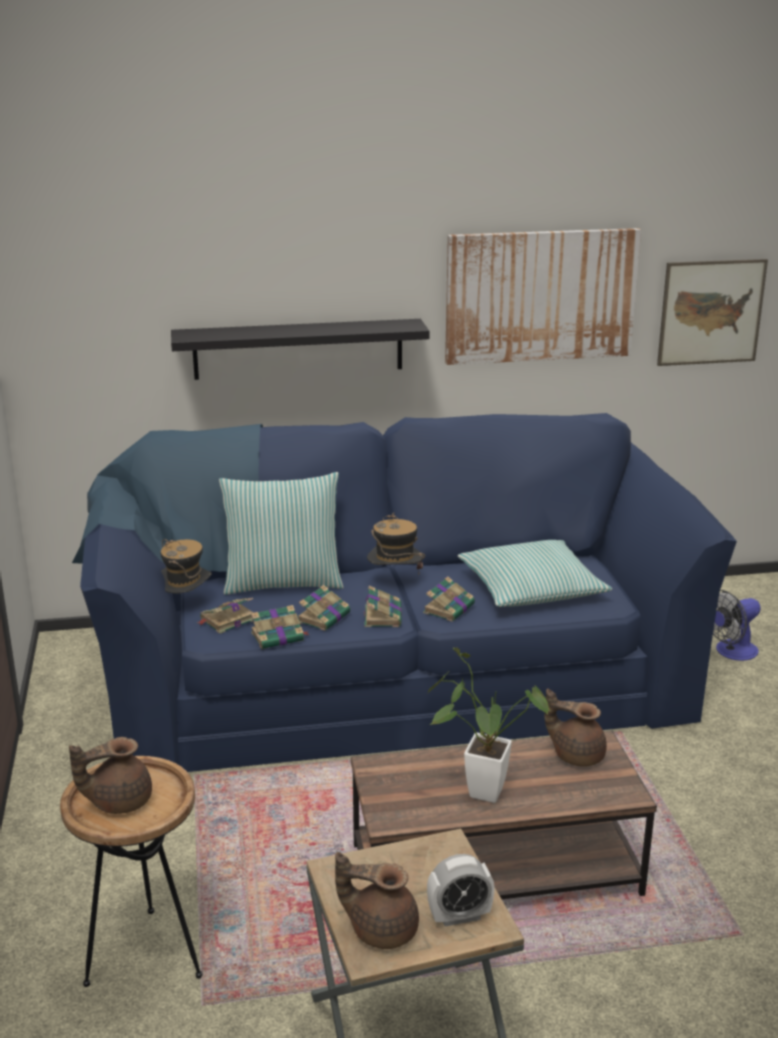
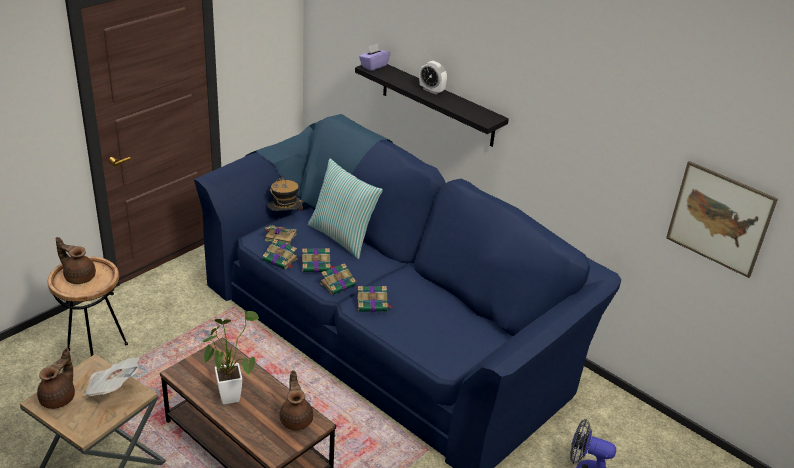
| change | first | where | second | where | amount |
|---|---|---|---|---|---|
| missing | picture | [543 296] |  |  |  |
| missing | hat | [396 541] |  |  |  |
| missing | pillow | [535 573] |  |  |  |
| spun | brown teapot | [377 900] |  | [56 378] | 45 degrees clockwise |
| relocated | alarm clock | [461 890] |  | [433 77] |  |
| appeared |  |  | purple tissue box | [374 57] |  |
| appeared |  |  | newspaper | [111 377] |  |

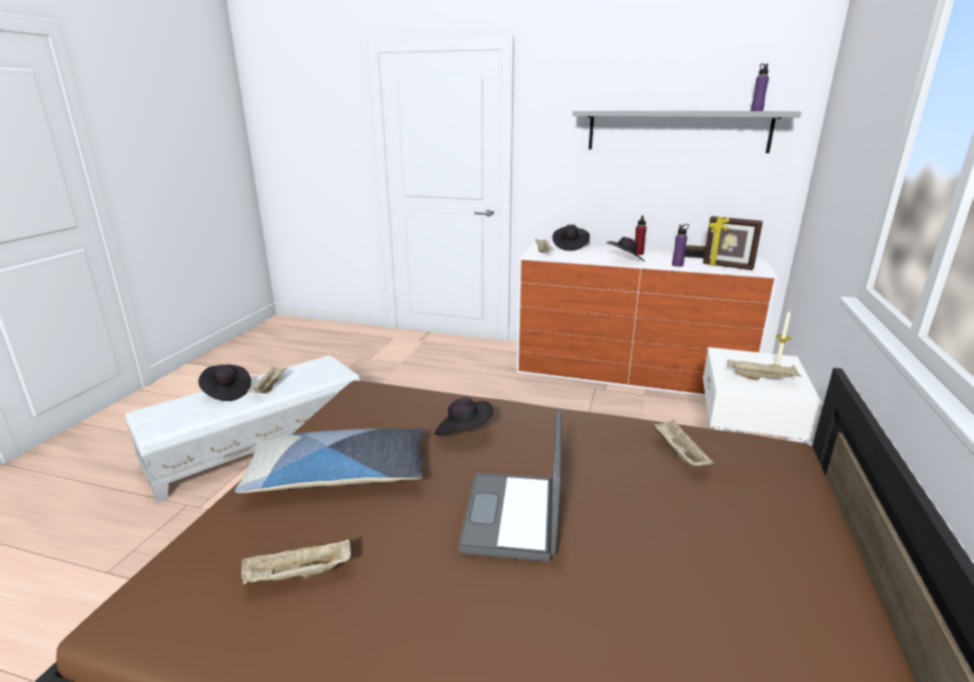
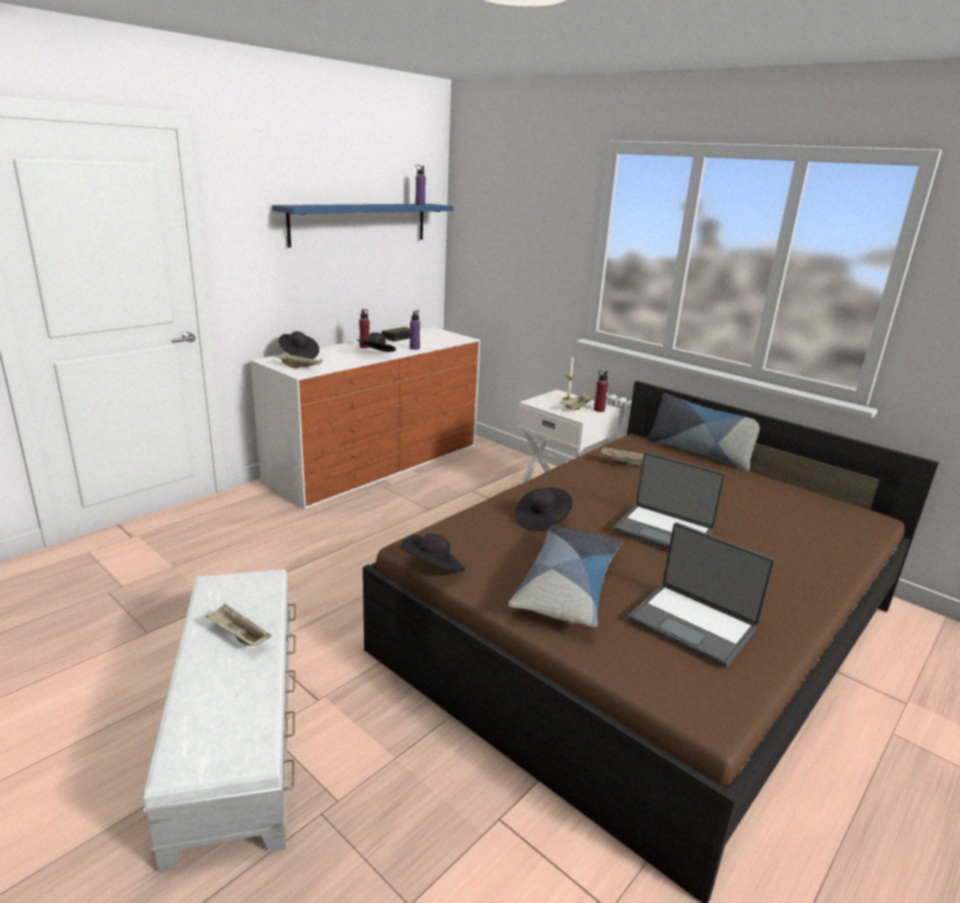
| change | first | where | second | where | amount |
|---|---|---|---|---|---|
| colour | grey shelf | [687 131] | blue shelf | [363 225] |  |
| missing | picture frame | [733 243] |  |  |  |
| relocated | black hat | [224 383] |  | [433 553] |  |
| exchanged | beige tray | [296 561] | laptop | [701 595] |  |
| appeared |  |  | red bottle | [601 391] |  |
| appeared |  |  | pillow | [703 432] |  |

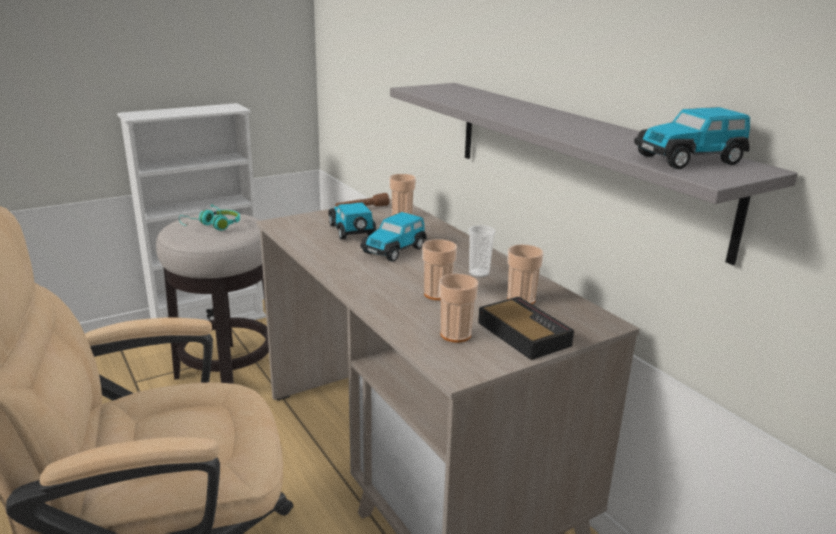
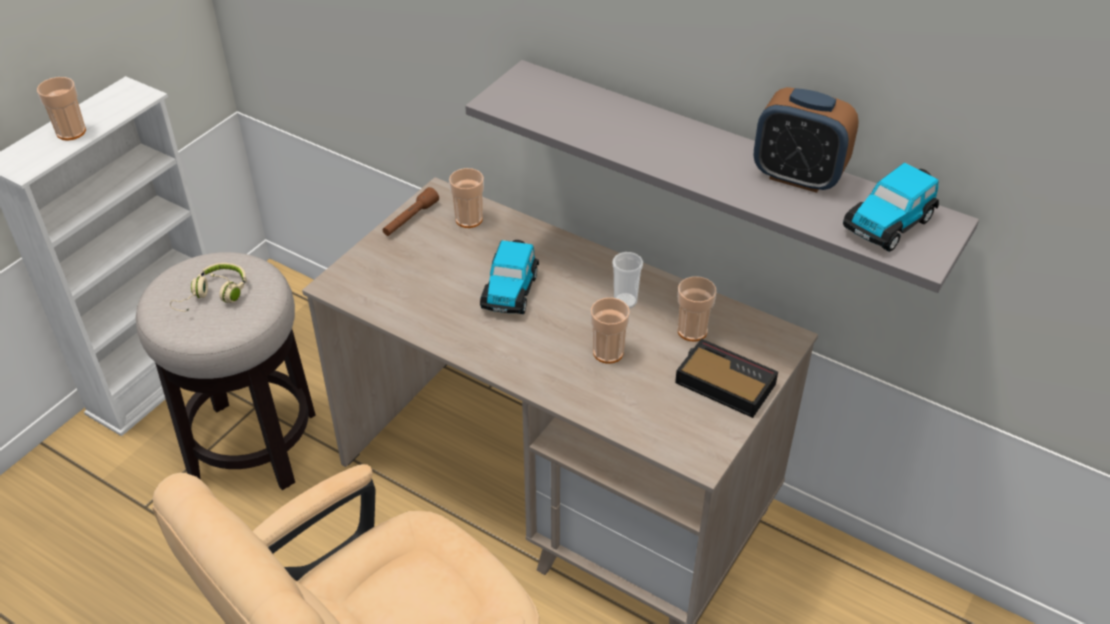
| change | first | where | second | where | amount |
|---|---|---|---|---|---|
| missing | toy car | [352 221] |  |  |  |
| colour | turquoise headphones | [209 218] | beige headphones | [208 287] |  |
| relocated | cup | [458 308] |  | [61 108] |  |
| appeared |  |  | alarm clock | [806 140] |  |

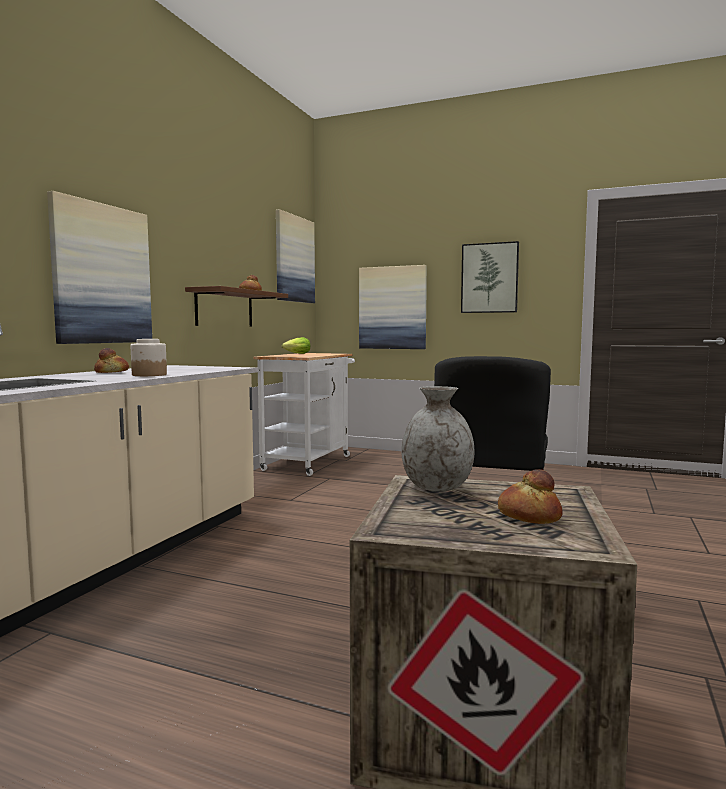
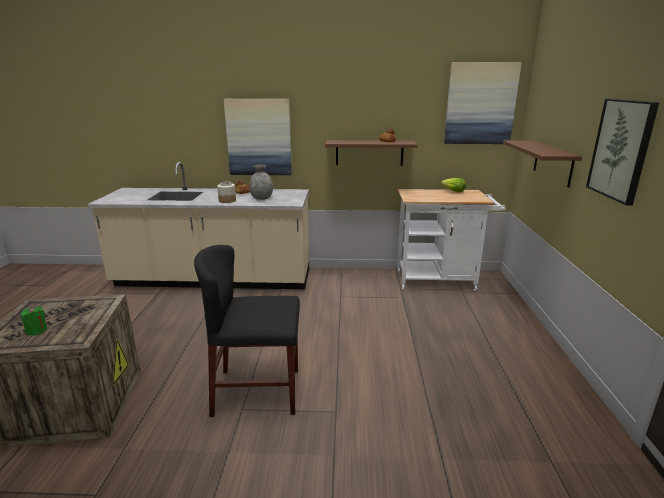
| change | first | where | second | where | amount |
|---|---|---|---|---|---|
| exchanged | picture | [393 307] | brown shelf | [542 164] |  |
| relocated | grey vase | [437 438] |  | [261 182] |  |
| exchanged | bread | [530 497] | green candle | [33 321] |  |

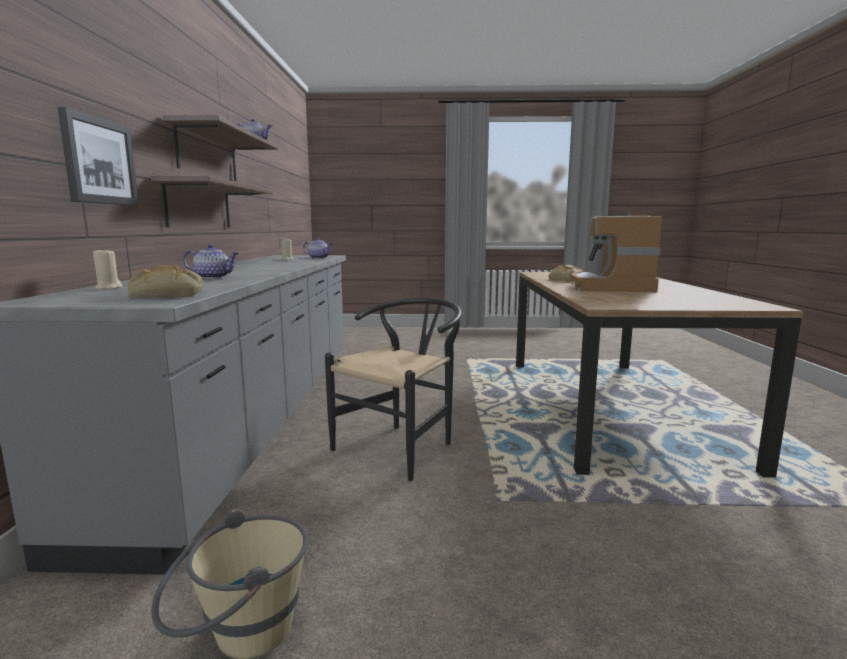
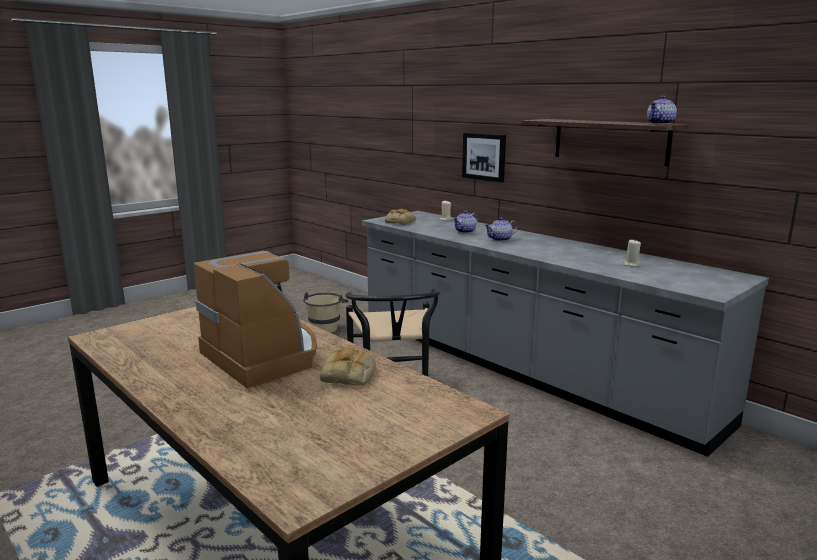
| change | first | where | second | where | amount |
|---|---|---|---|---|---|
| missing | shelf | [212 201] |  |  |  |
| relocated | teapot | [318 248] |  | [501 229] |  |

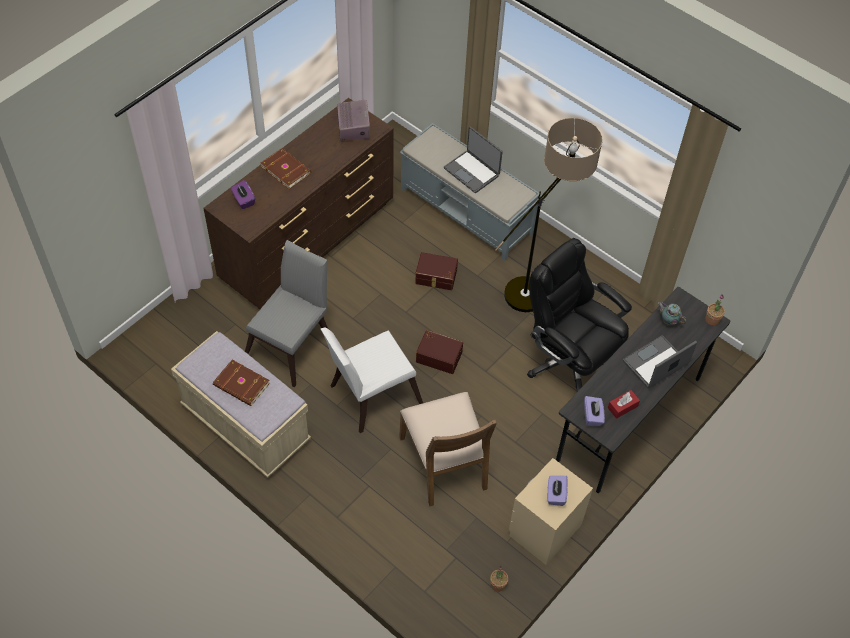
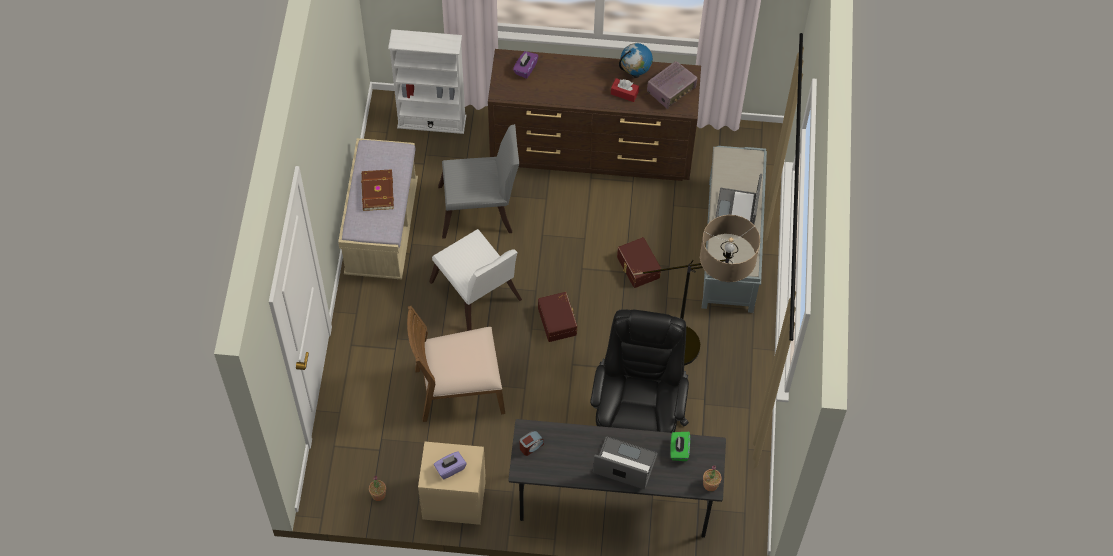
| change | first | where | second | where | amount |
|---|---|---|---|---|---|
| missing | brown book | [285 168] |  |  |  |
| exchanged | teapot | [672 314] | green tissue box | [680 446] |  |
| spun | white chair | [372 380] |  | [475 280] | 150 degrees counterclockwise |
| relocated | red tissue box | [624 404] |  | [625 90] |  |
| spun | brown chair | [448 449] |  | [456 364] | 45 degrees clockwise |
| exchanged | purple tissue box | [594 411] | alarm clock | [532 443] |  |
| appeared |  |  | white bookcase | [427 81] |  |
| appeared |  |  | globe | [636 60] |  |

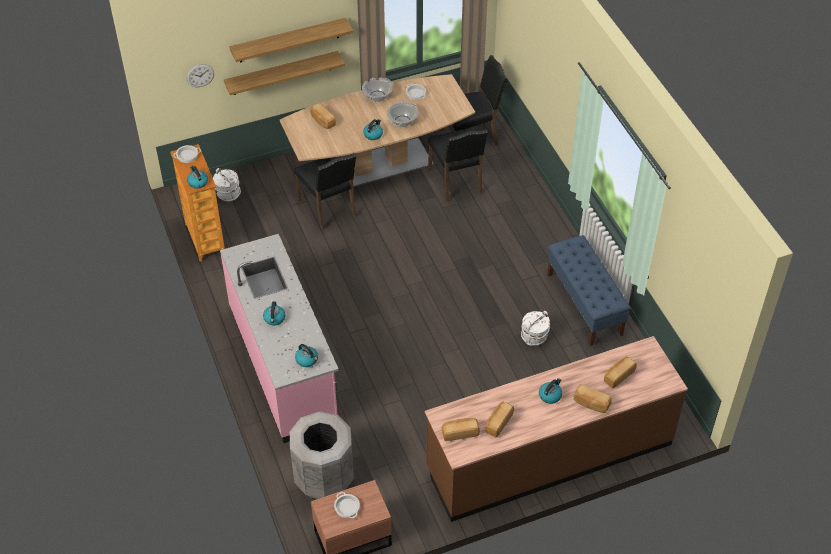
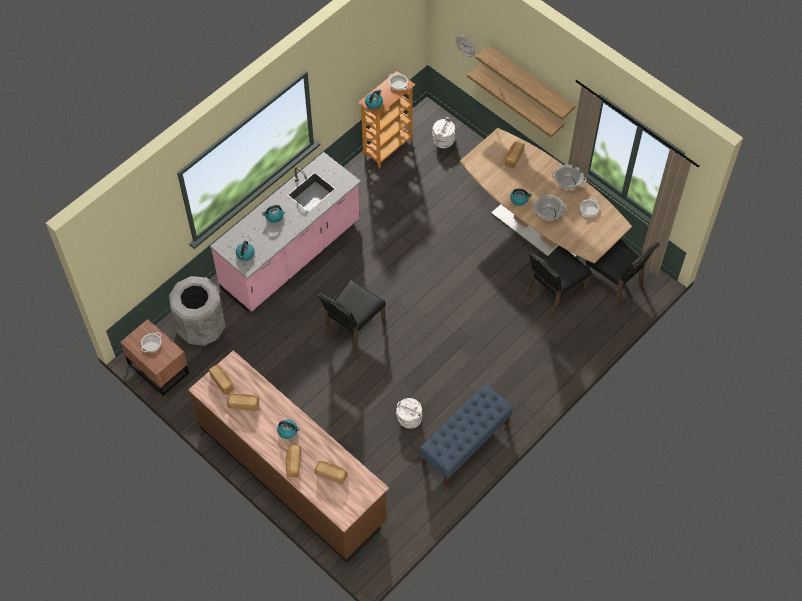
| change | first | where | second | where | amount |
|---|---|---|---|---|---|
| relocated | black chair | [326 192] |  | [351 317] |  |

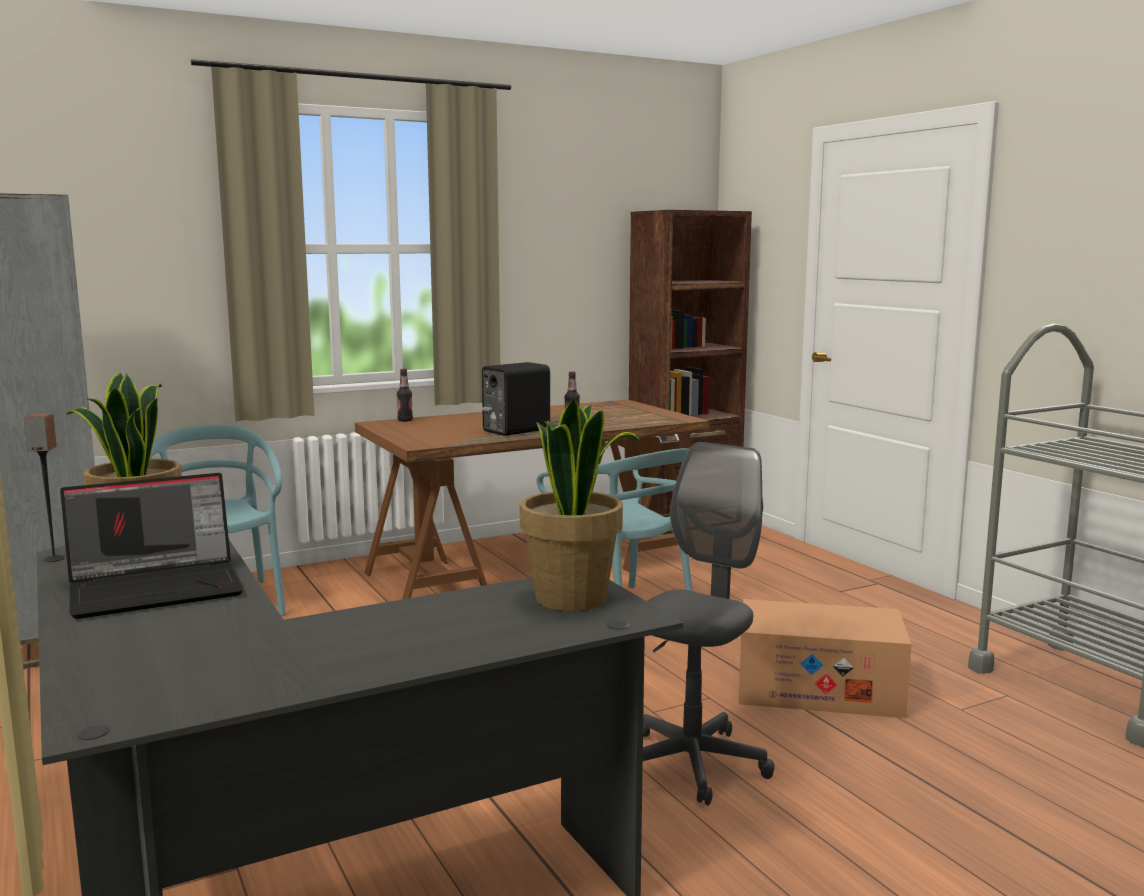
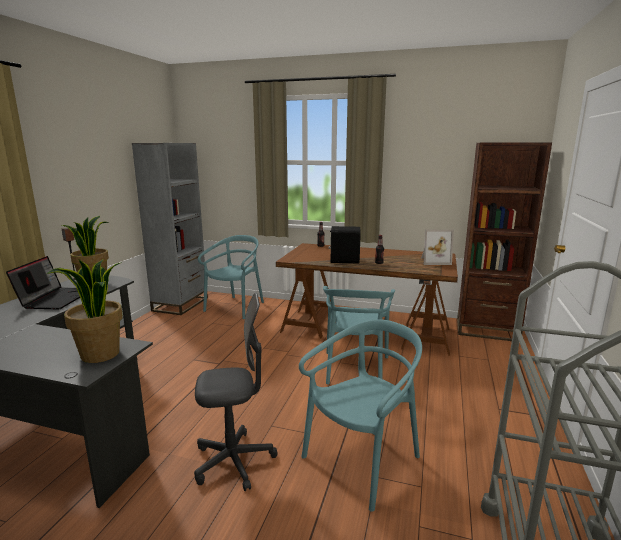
| change | first | where | second | where | amount |
|---|---|---|---|---|---|
| spun | laptop | [152 546] |  | [43 282] | 105 degrees counterclockwise |
| exchanged | cardboard box | [825 658] | turquoise chair | [360 416] |  |
| appeared |  |  | picture frame | [437 247] |  |

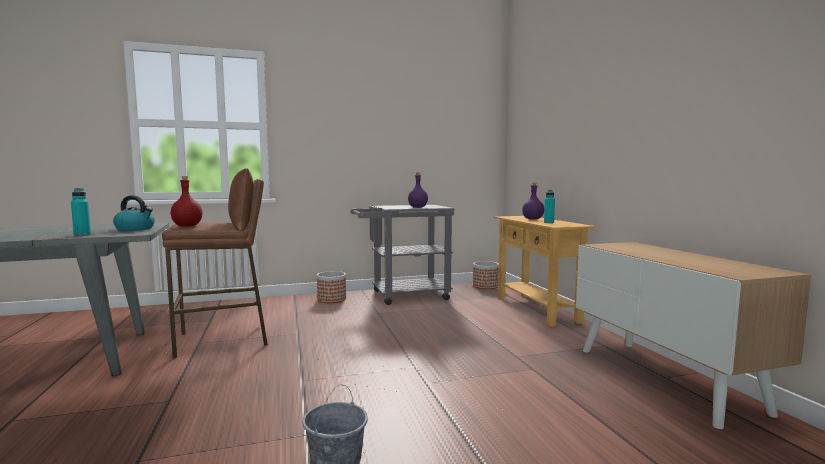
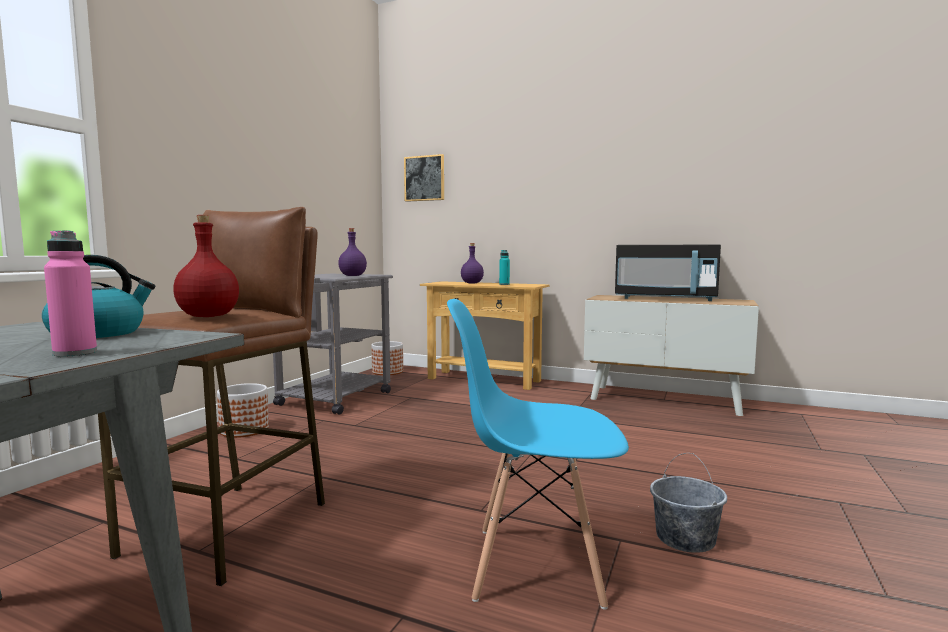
| change | first | where | second | where | amount |
|---|---|---|---|---|---|
| colour | turquoise bottle | [81 212] | pink bottle | [70 293] |  |
| appeared |  |  | picture | [424 178] |  |
| appeared |  |  | black microwave | [668 273] |  |
| appeared |  |  | blue chair | [538 454] |  |

